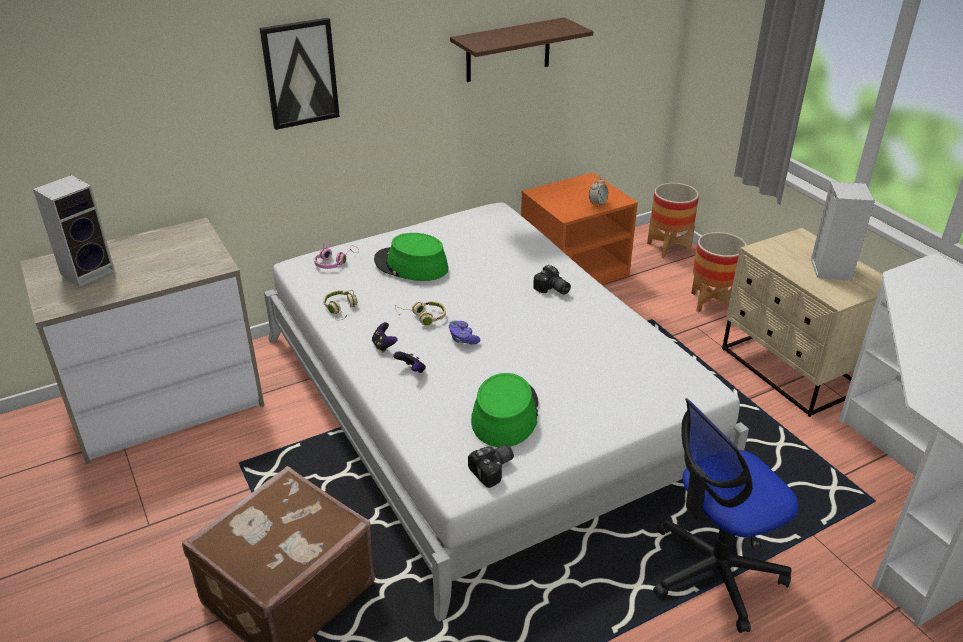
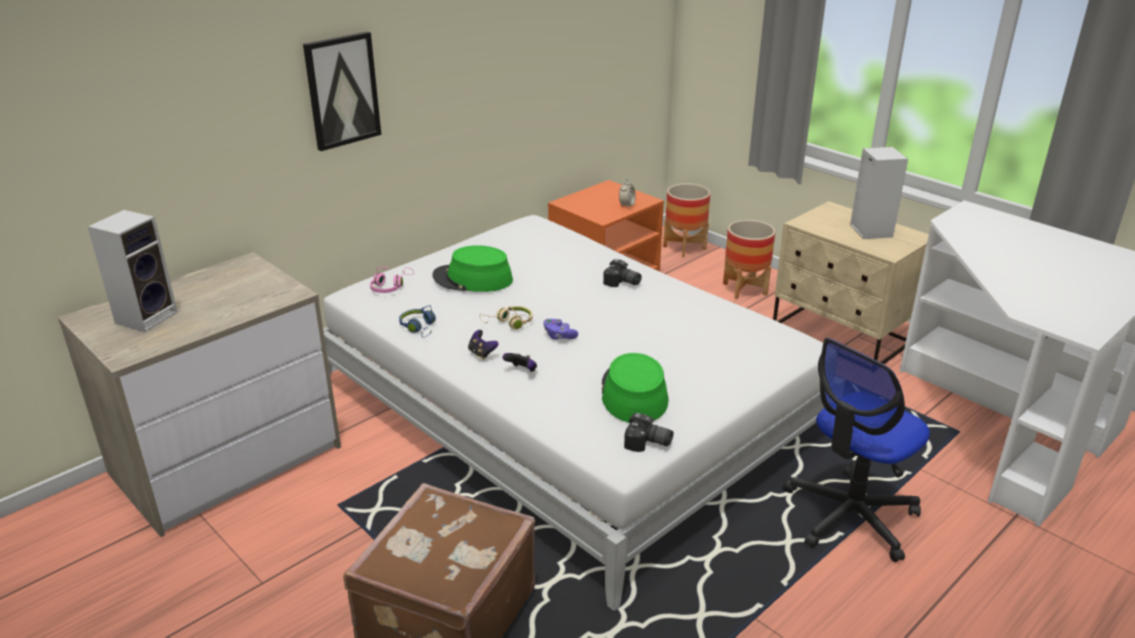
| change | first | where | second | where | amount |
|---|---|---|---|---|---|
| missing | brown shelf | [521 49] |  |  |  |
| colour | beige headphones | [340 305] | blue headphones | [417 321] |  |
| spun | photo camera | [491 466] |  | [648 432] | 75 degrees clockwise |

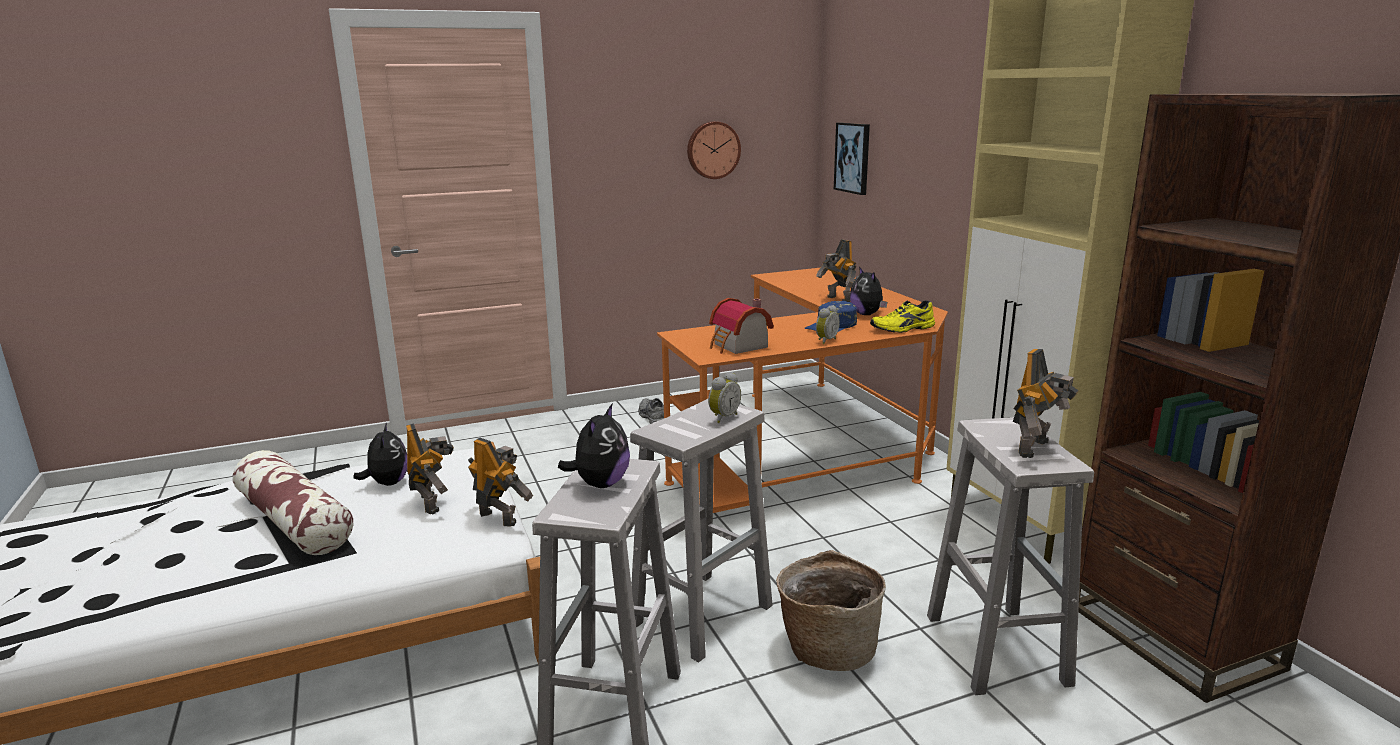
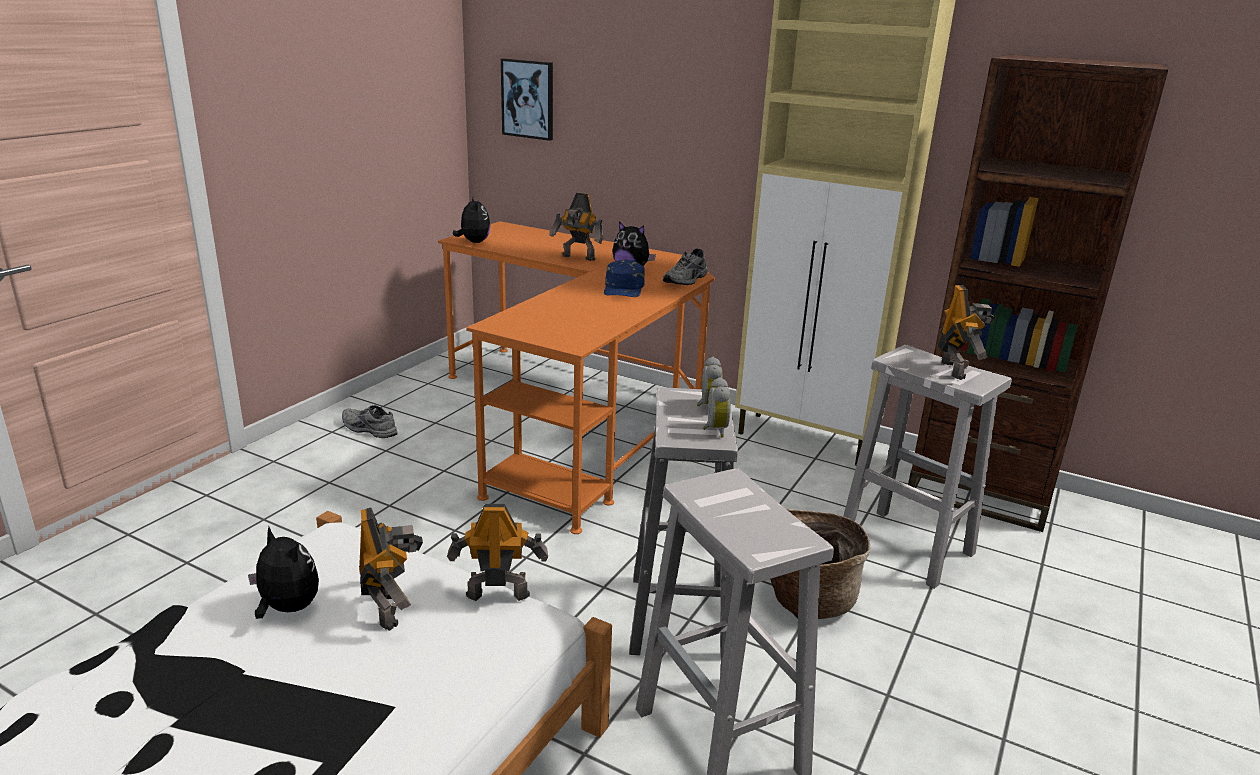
| change | first | where | second | where | amount |
|---|---|---|---|---|---|
| missing | wall clock | [714 150] |  |  |  |
| missing | toy house | [741 326] |  |  |  |
| colour | yellow shoe | [902 316] | grey shoe | [685 266] |  |
| relocated | alarm clock | [828 324] |  | [717 407] |  |
| relocated | plush toy | [594 446] |  | [471 219] |  |
| spun | toy robot | [430 468] |  | [391 569] | 45 degrees clockwise |
| missing | pillow | [293 502] |  |  |  |

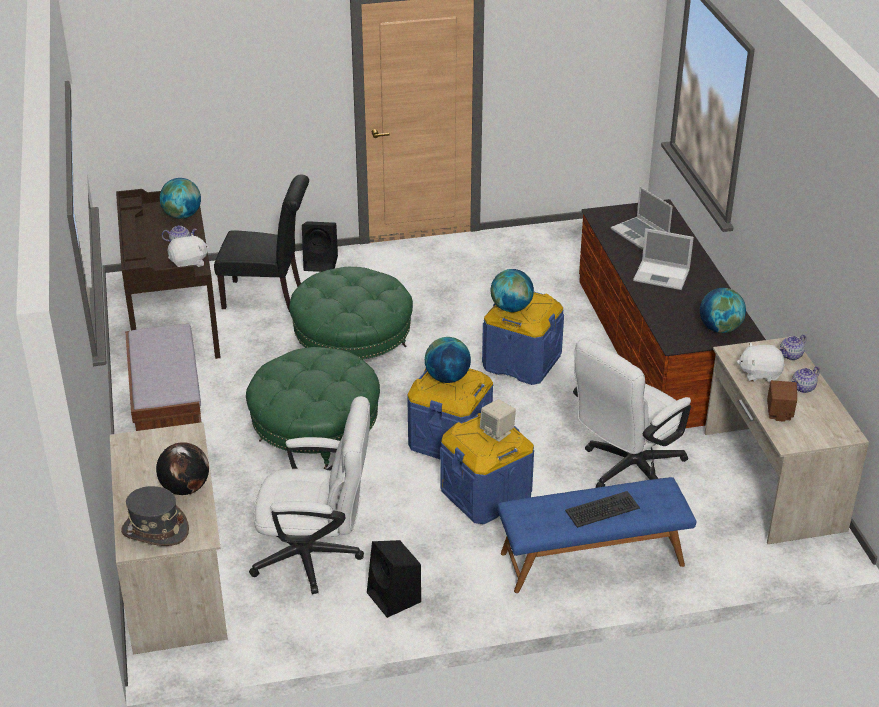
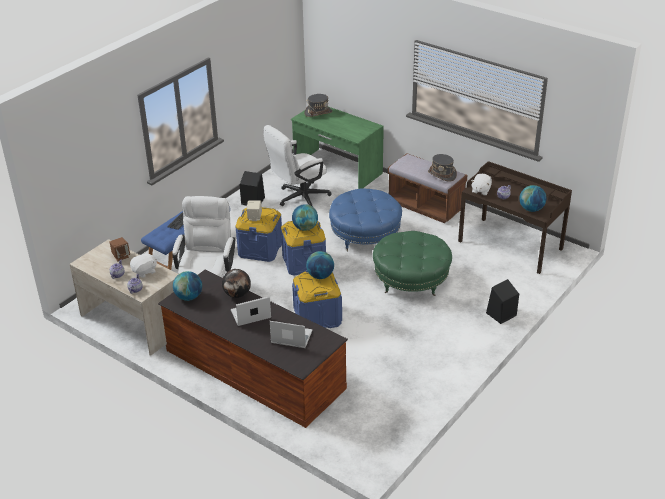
| change | first | where | second | where | amount |
|---|---|---|---|---|---|
| missing | black chair | [261 243] |  |  |  |
| colour | green ottoman | [313 408] | blue ottoman | [365 220] |  |
| colour | beige desk | [169 538] | green desk | [337 148] |  |
| relocated | globe | [182 468] |  | [236 283] |  |
| appeared |  |  | grey hat | [442 168] |  |

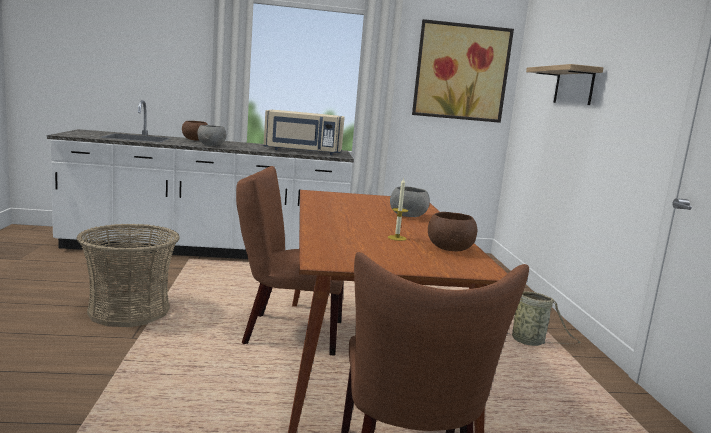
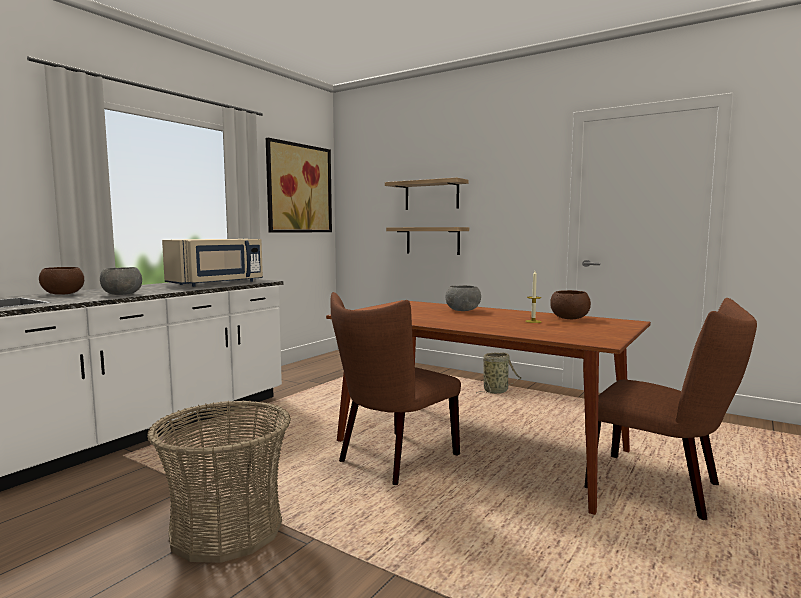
| change | first | where | second | where | amount |
|---|---|---|---|---|---|
| appeared |  |  | shelf | [427 241] |  |

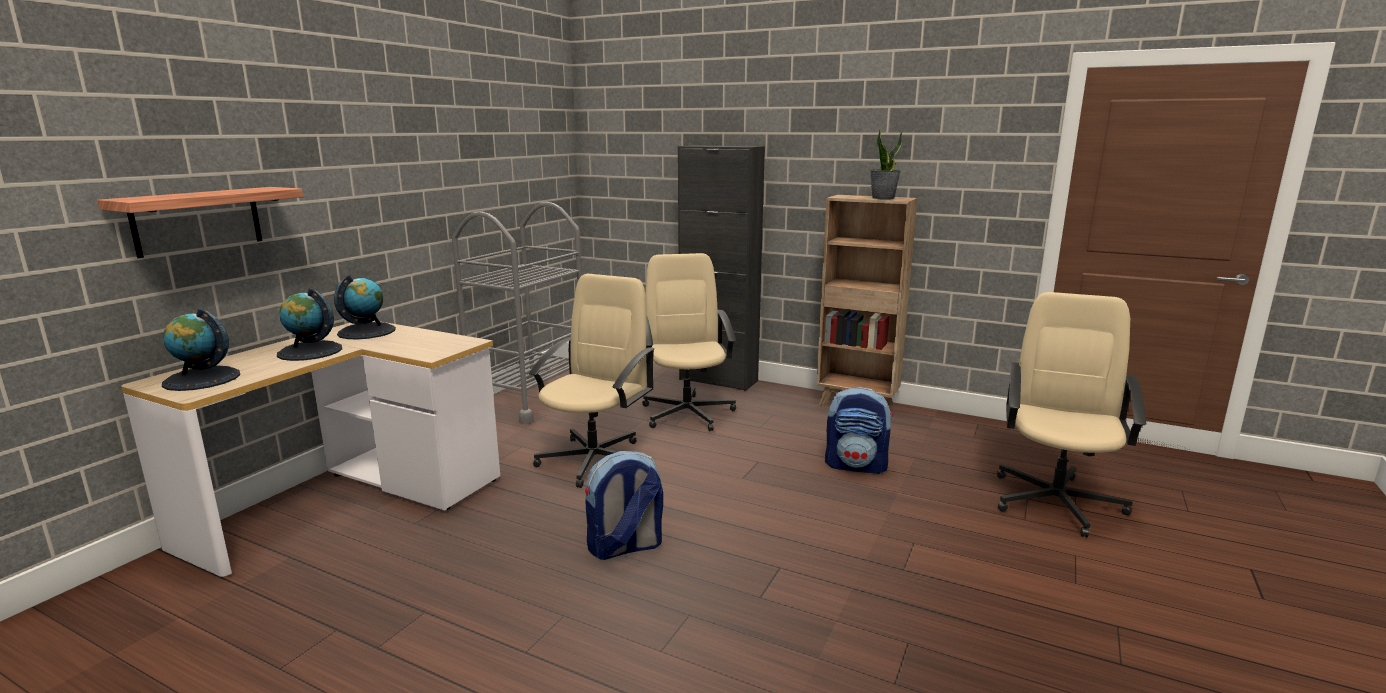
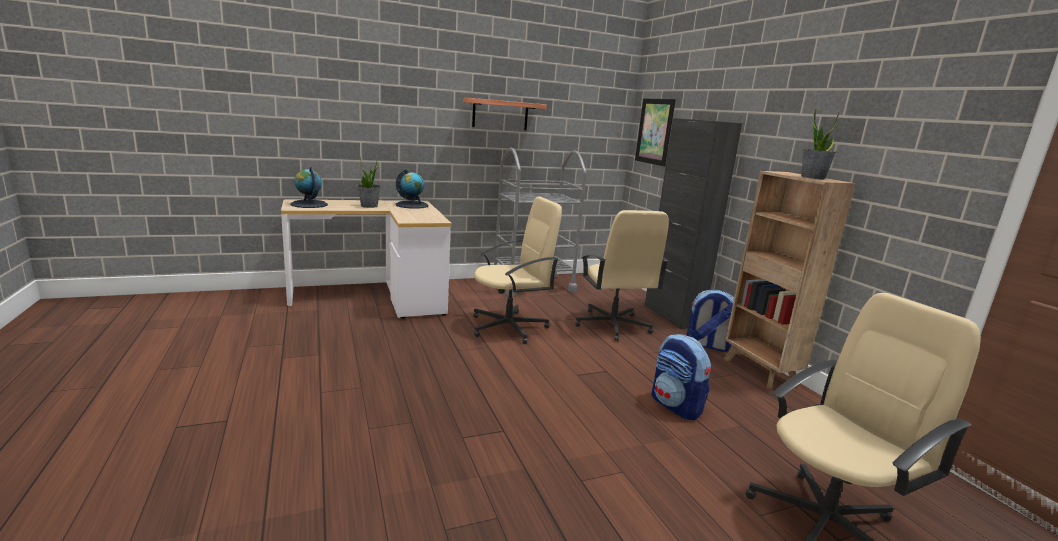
| change | first | where | second | where | amount |
|---|---|---|---|---|---|
| relocated | shelf | [200 222] |  | [505 114] |  |
| spun | beige office chair | [689 342] |  | [622 275] | 135 degrees clockwise |
| exchanged | globe | [309 324] | potted plant | [369 182] |  |
| relocated | backpack | [624 505] |  | [710 321] |  |
| appeared |  |  | picture | [655 132] |  |

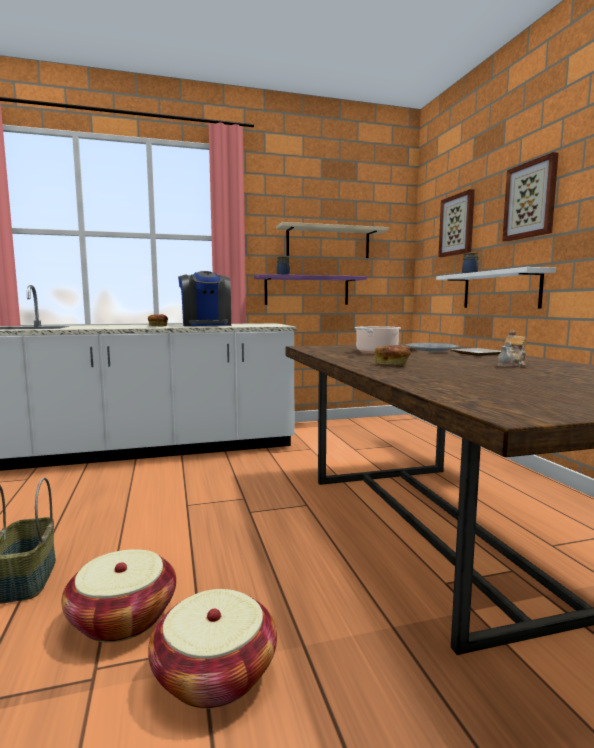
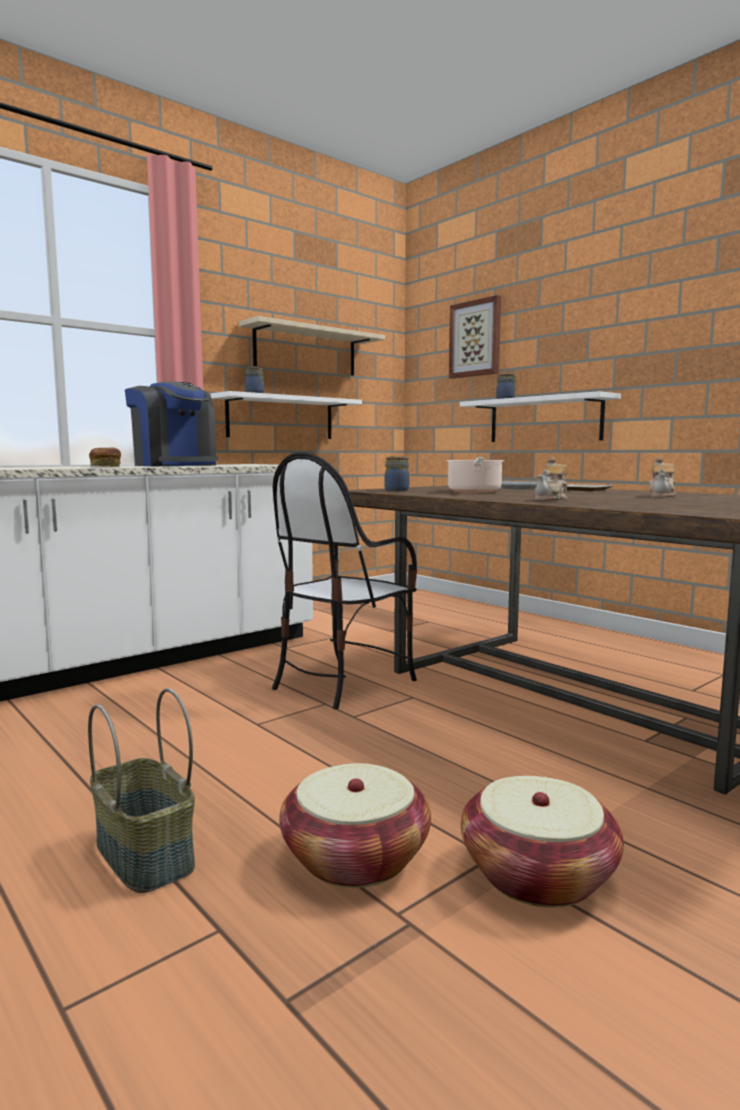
| change | first | where | second | where | amount |
|---|---|---|---|---|---|
| missing | picture | [530 196] |  |  |  |
| colour | purple shelf | [310 289] | white shelf | [286 415] |  |
| exchanged | bread | [392 355] | teapot | [551 478] |  |
| appeared |  |  | chair | [344 580] |  |
| appeared |  |  | jar | [396 473] |  |

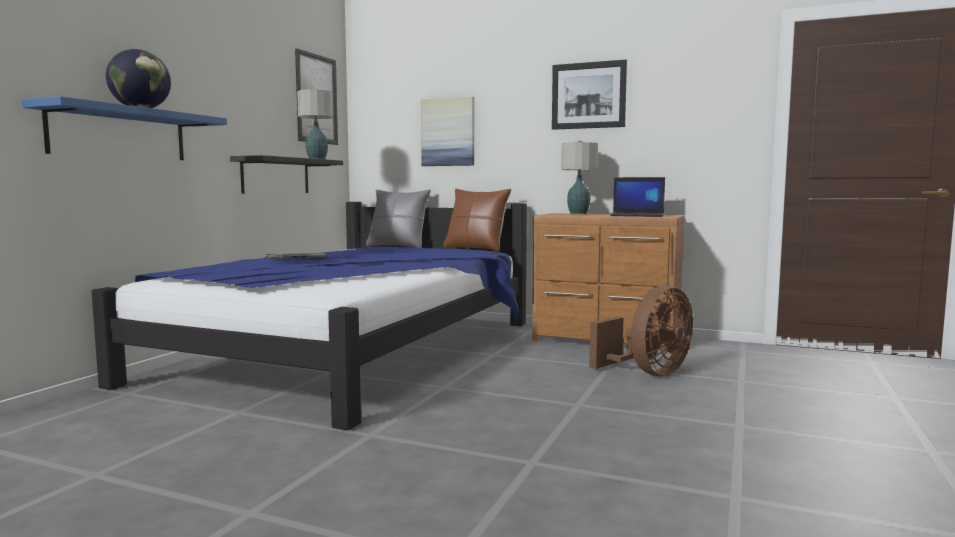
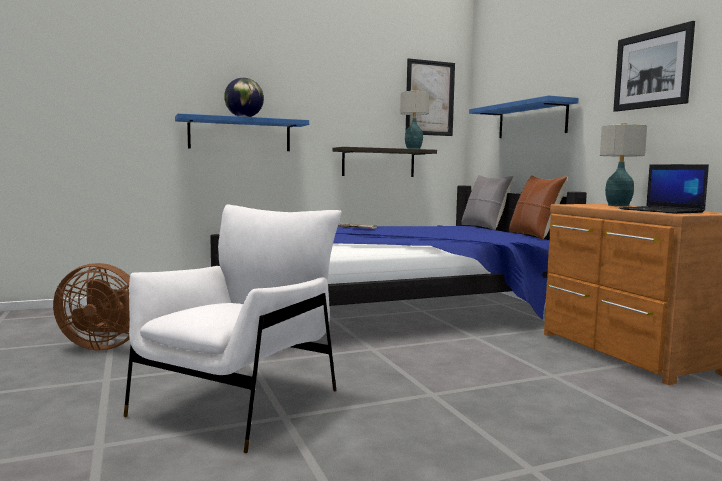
| change | first | where | second | where | amount |
|---|---|---|---|---|---|
| exchanged | picture | [447 131] | blue shelf | [523 116] |  |
| relocated | brown fan | [641 331] |  | [91 306] |  |
| appeared |  |  | white armchair | [232 329] |  |

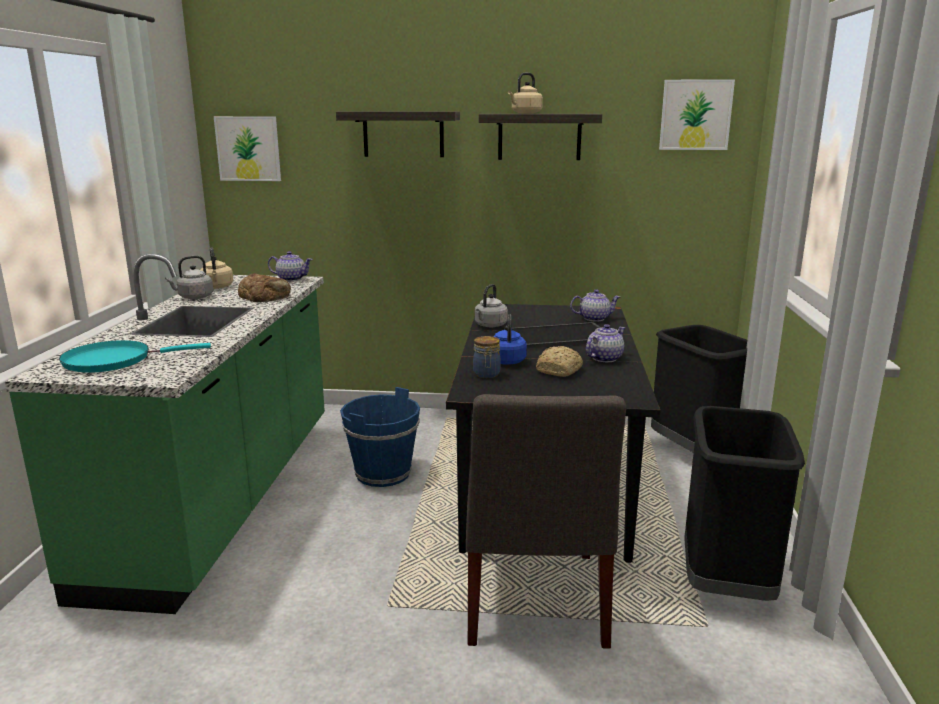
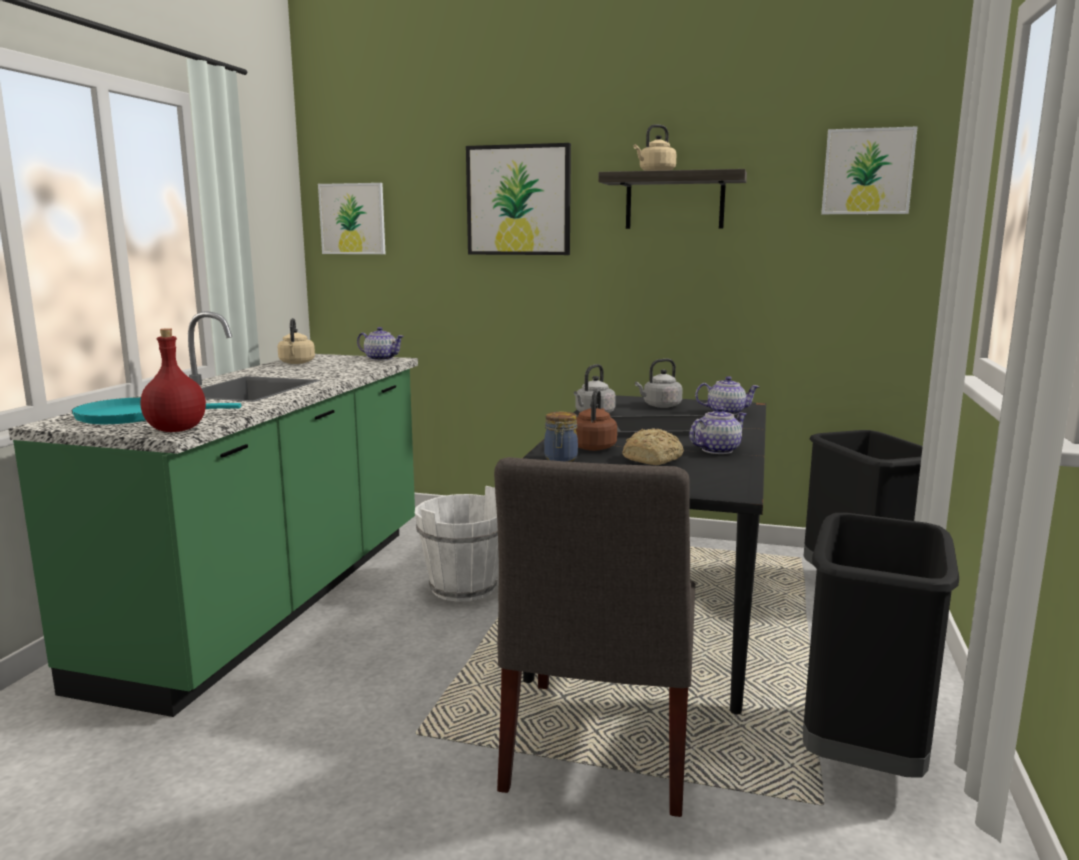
| change | first | where | second | where | amount |
|---|---|---|---|---|---|
| exchanged | shelf | [398 134] | picture | [518 199] |  |
| relocated | grey kettle | [189 277] |  | [659 383] |  |
| missing | bread | [264 287] |  |  |  |
| colour | blue kettle | [510 339] | brown kettle | [596 420] |  |
| colour | blue bucket | [380 437] | white bucket | [457 544] |  |
| appeared |  |  | red bottle | [173 380] |  |

